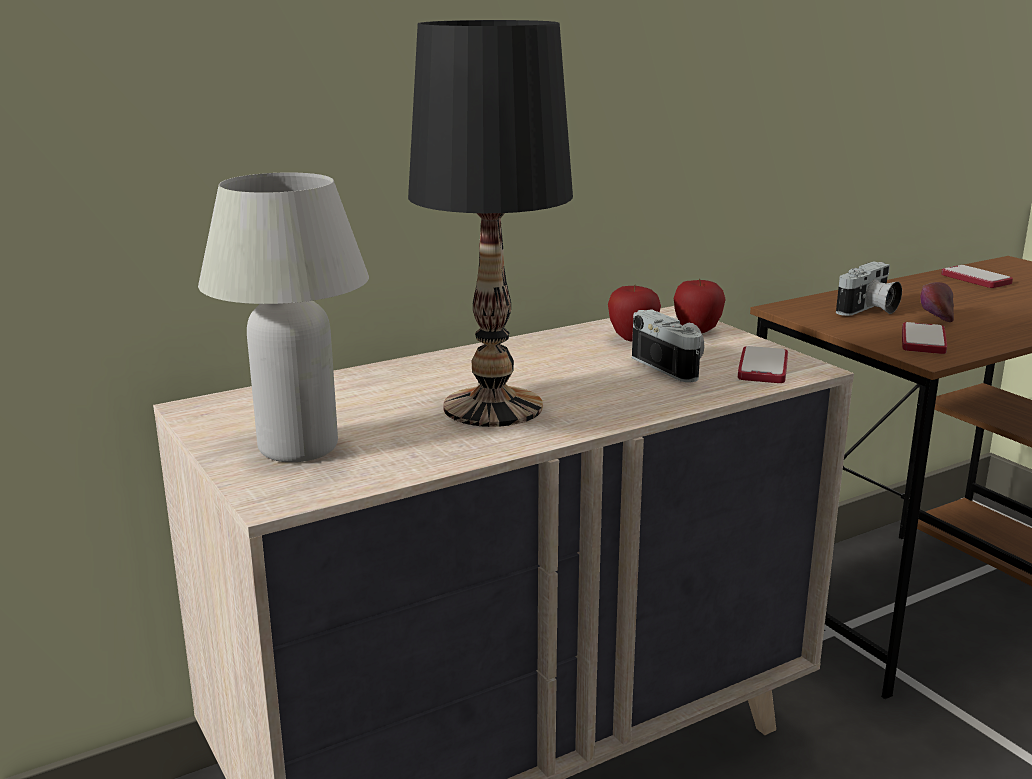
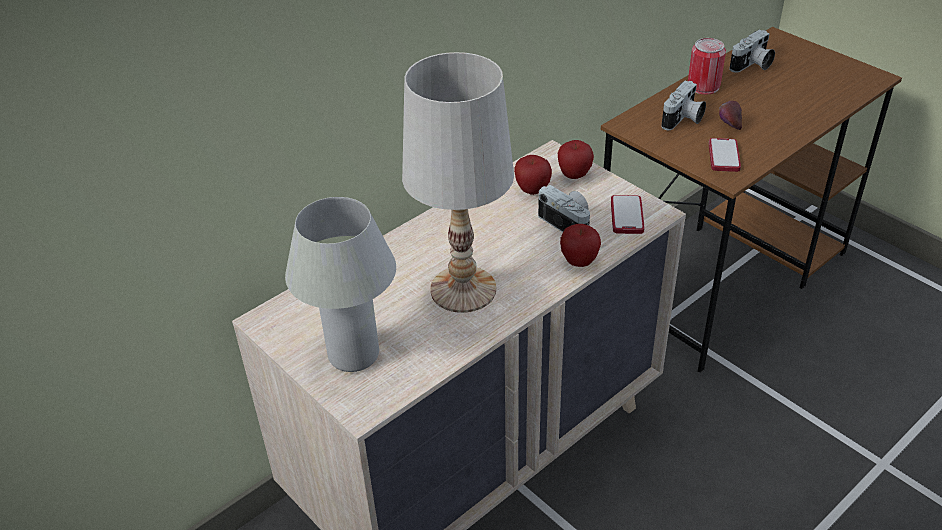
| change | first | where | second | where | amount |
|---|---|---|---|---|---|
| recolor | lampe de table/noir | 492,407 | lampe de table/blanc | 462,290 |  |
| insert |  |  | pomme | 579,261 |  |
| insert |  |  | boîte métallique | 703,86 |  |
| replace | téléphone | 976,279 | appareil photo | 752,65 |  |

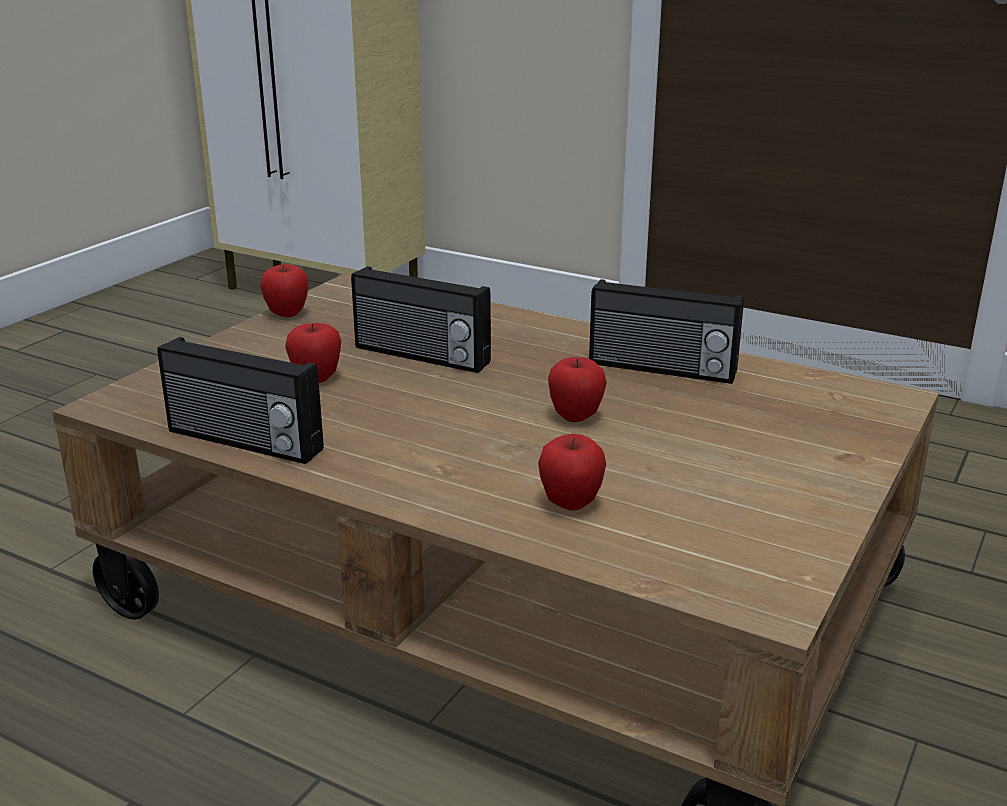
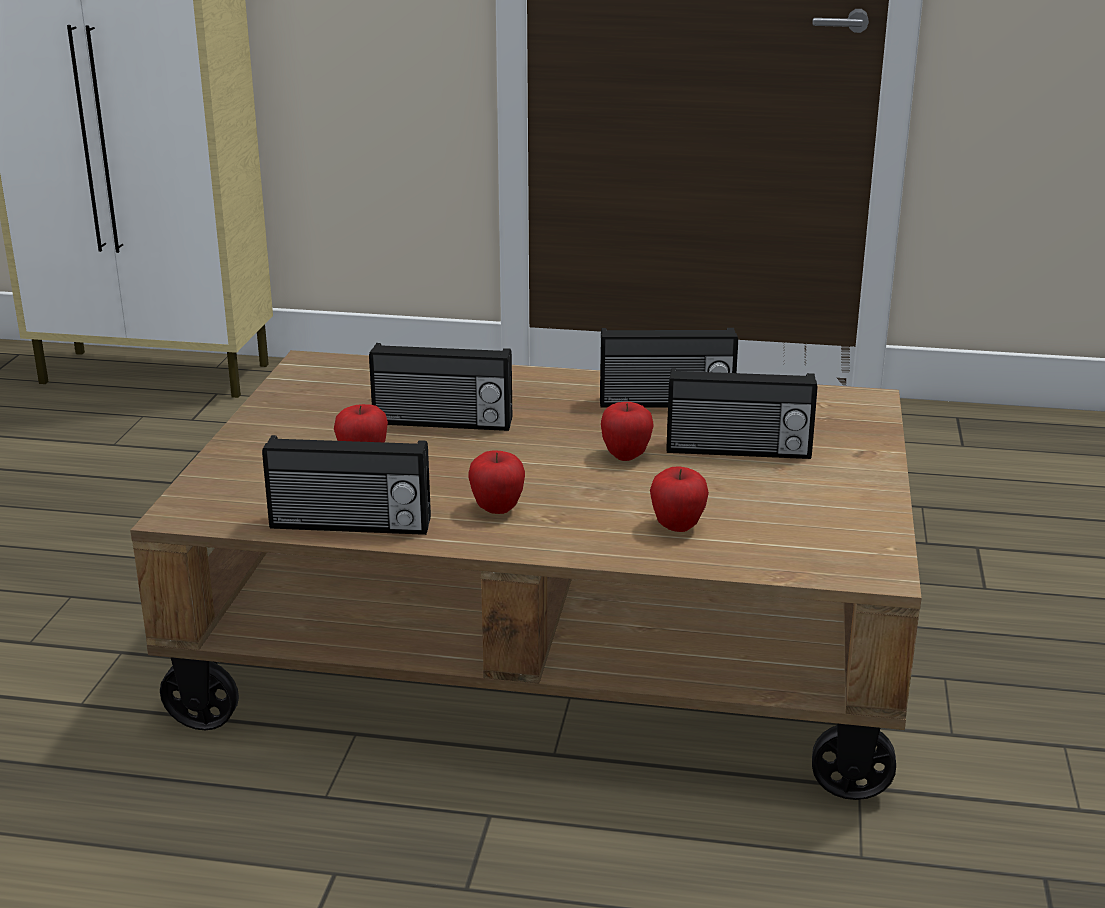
| change | first | where | second | where | amount |
|---|---|---|---|---|---|
| move | pomme | 287,314 |  | 497,509 |  |
| insert |  |  | radio | 738,451 |  |

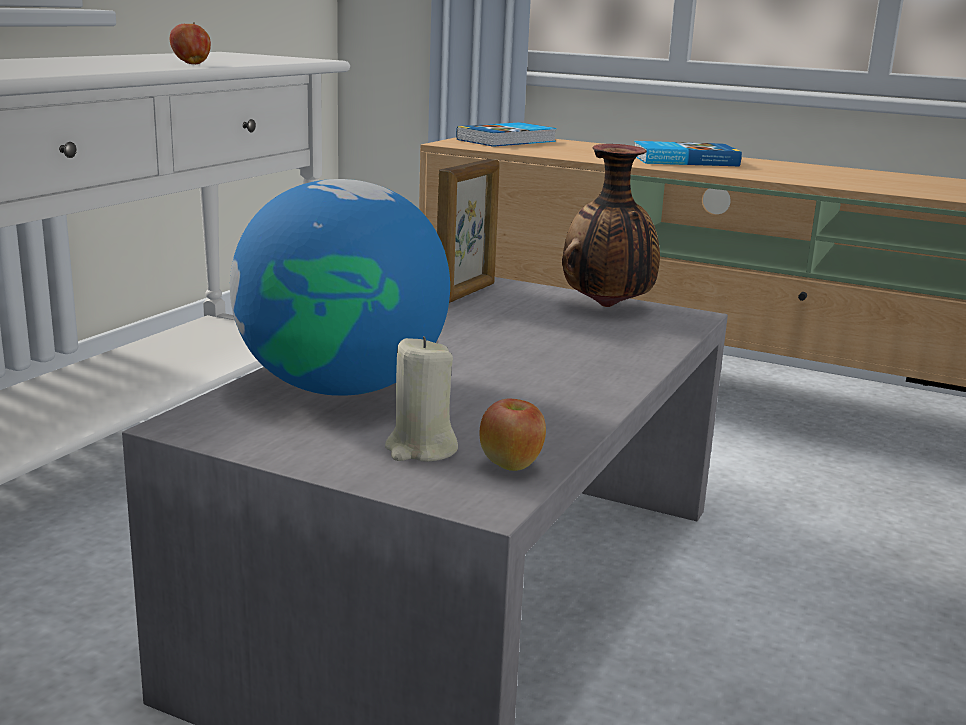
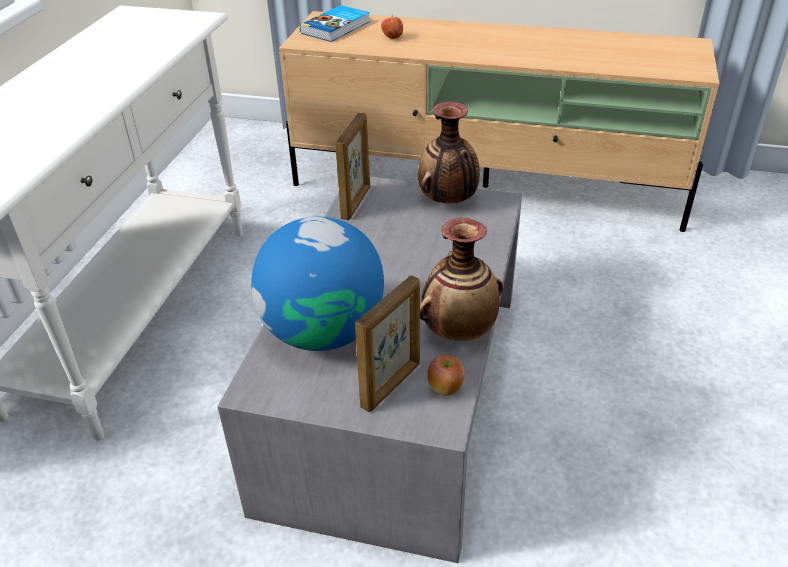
| change | first | where | second | where | amount |
|---|---|---|---|---|---|
| replace | bougie/beige | 420,449 | cadre photo | 392,385 |  |
| move | pomme | 191,64 |  | 392,38 |  |
| insert |  |  | vase | 458,330 |  |
| delete | livre | 684,160 |  |  |  |

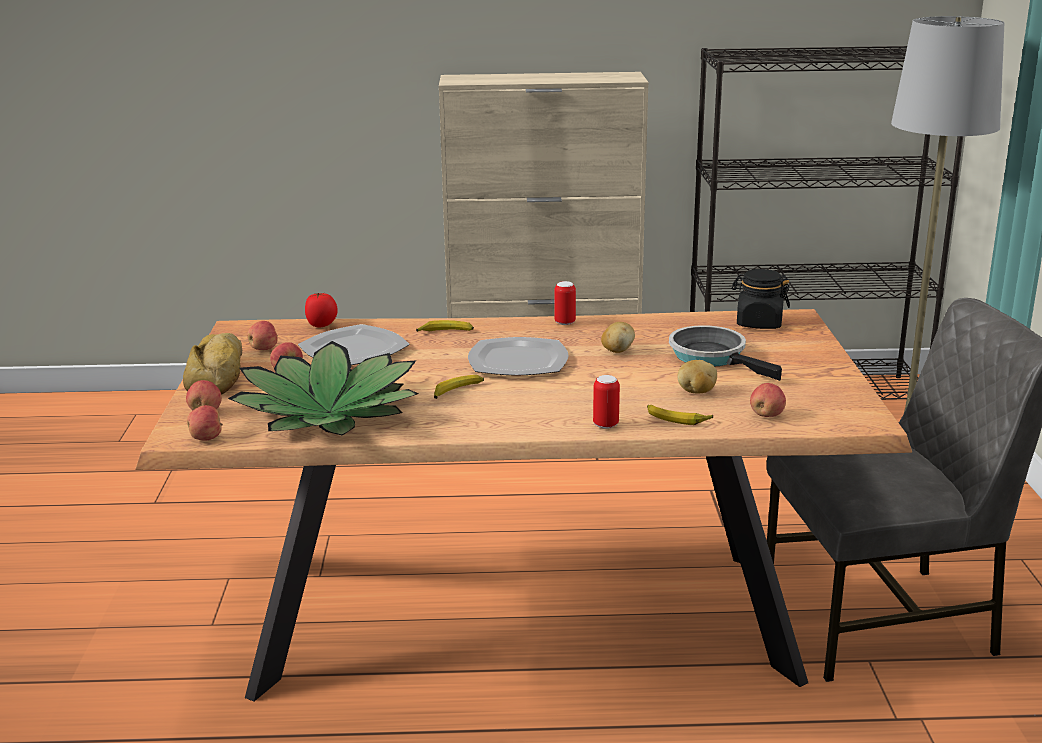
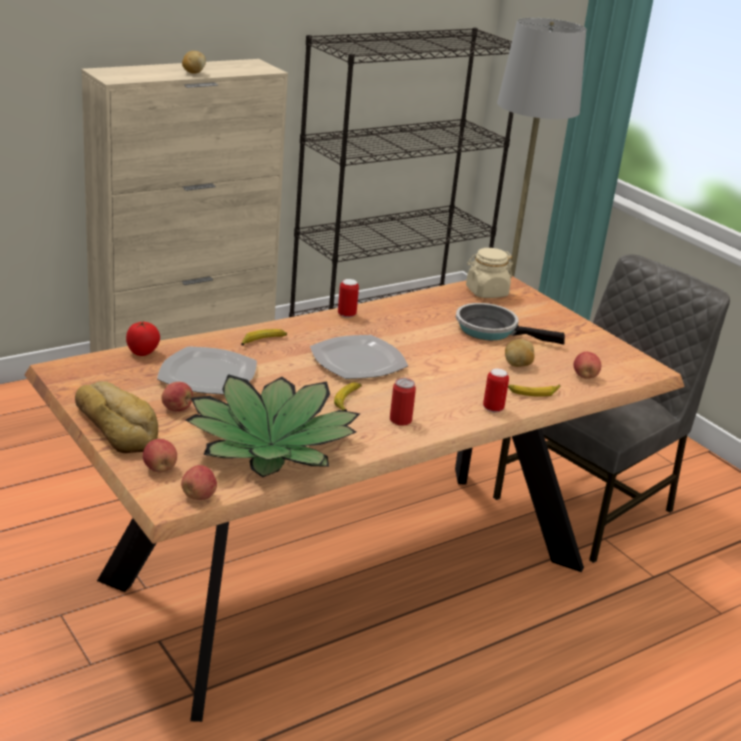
| change | first | where | second | where | amount |
|---|---|---|---|---|---|
| move | pomme de terre | 617,351 |  | 193,73 |  |
| insert |  |  | boîte métallique | 400,420 |  |
| recolor | bocal/noir | 758,323 | bocal/beige | 486,292 |  |
| delete | pomme | 264,349 |  |  |  |

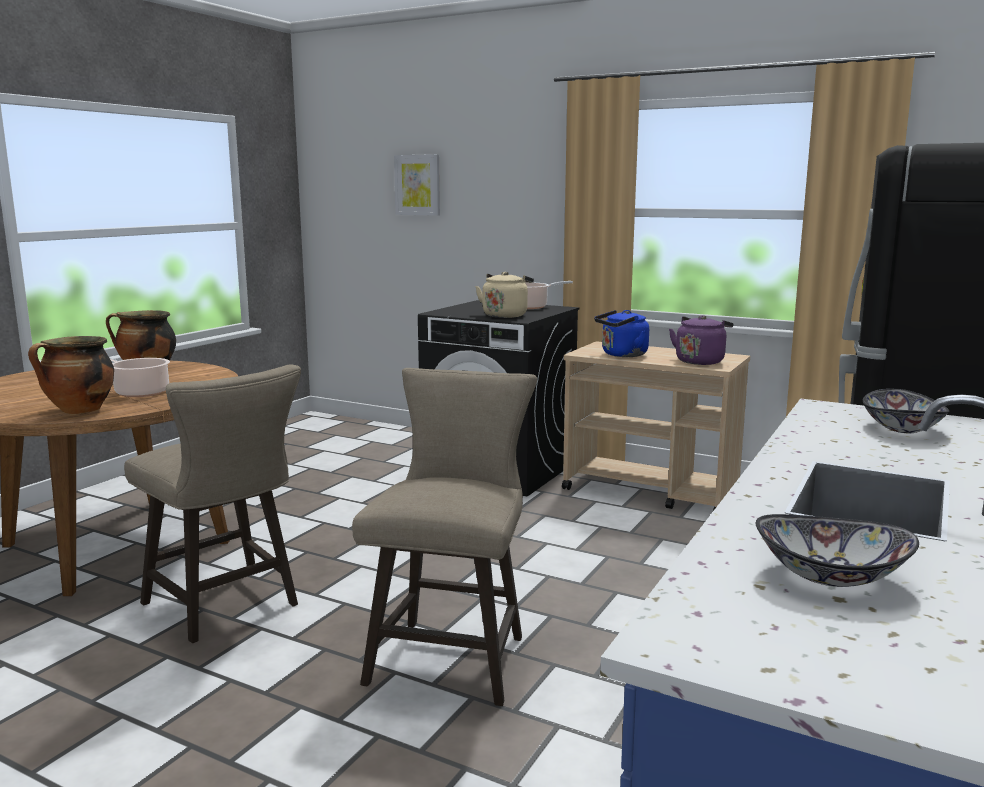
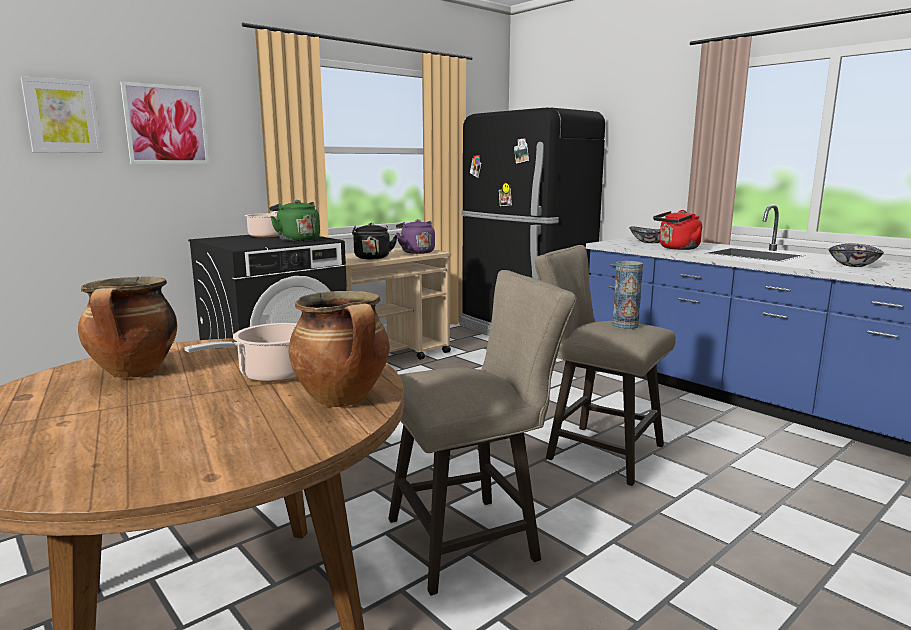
| change | first | where | second | where | amount |
|---|---|---|---|---|---|
| insert |  |  | tableau | 166,125 |  |
| recolor | bouilloire/beige | 505,315 | bouilloire/vert | 297,240 |  |
| recolor | bouilloire/bleu | 622,355 | bouilloire/noir | 372,258 |  |
| insert |  |  | vase | 625,325 |  |
| insert |  |  | bouilloire/rouge | 677,248 |  |

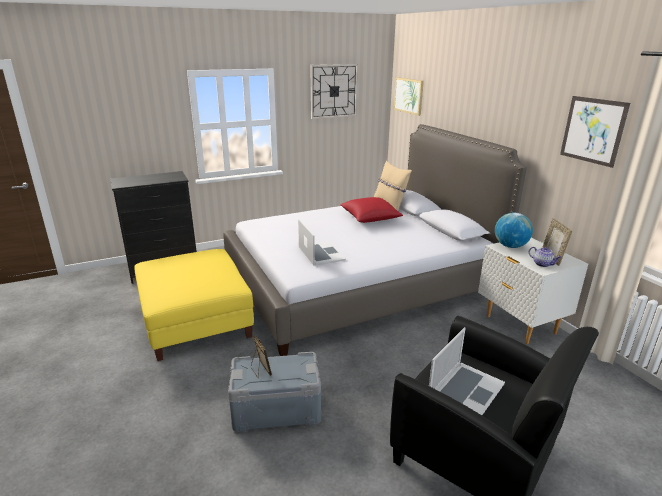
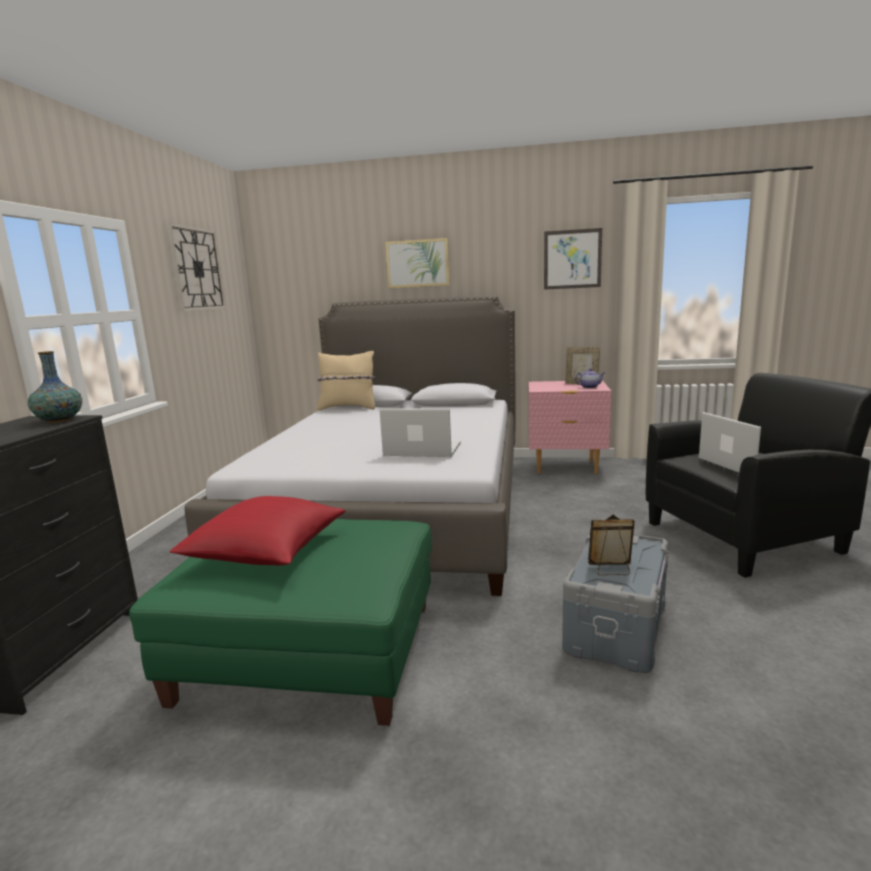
| change | first | where | second | where | amount |
|---|---|---|---|---|---|
| insert |  |  | vase | 59,420 |  |
| recolor | pouf/jaune | 196,321 | pouf/vert | 311,651 |  |
| move | coussin/rouge | 370,218 |  | 266,551 |  |
| move | tableau | 409,95 |  | 417,263 |  |
| recolor | table de chevet/blanc | 519,325 | table de chevet/rose | 566,467 |  |
| delete | globe | 510,246 |  |  |  |

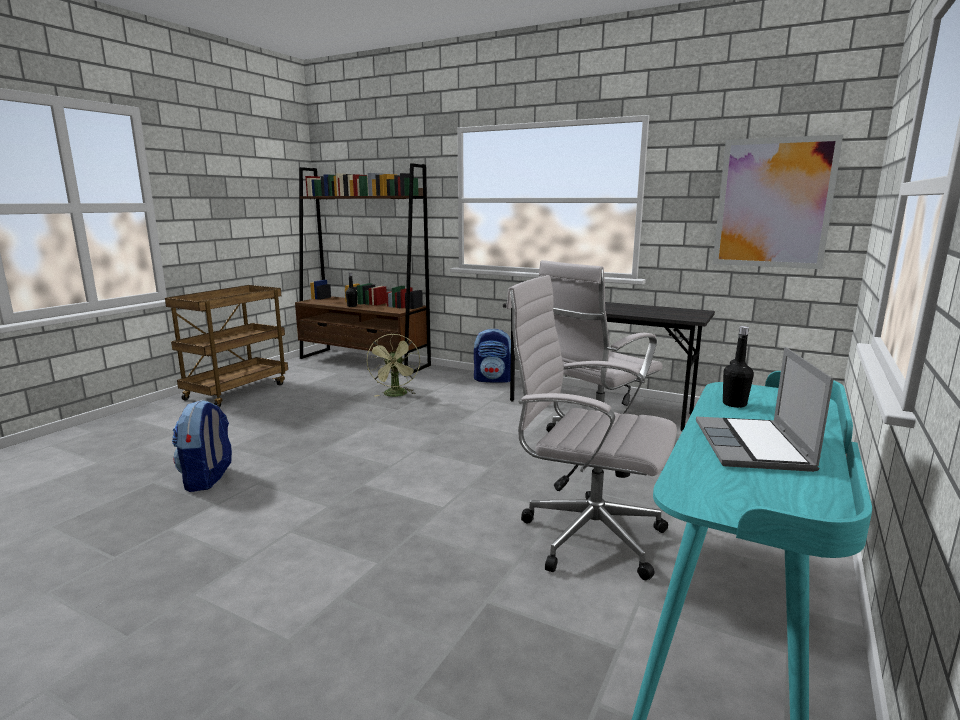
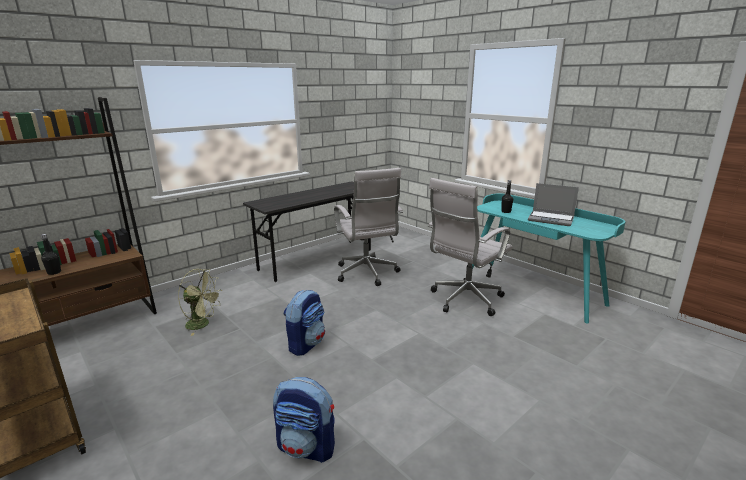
| change | first | where | second | where | amount |
|---|---|---|---|---|---|
| move | sac à dos | 493,380 |  | 306,344 |  |
| delete | tableau | 773,203 |  |  |  |

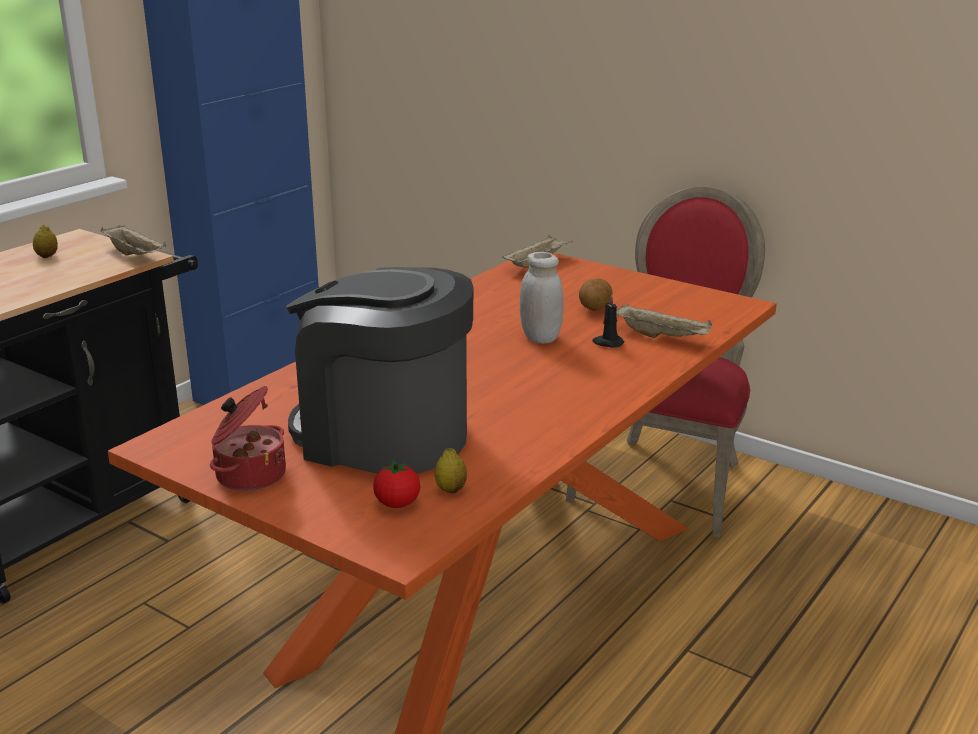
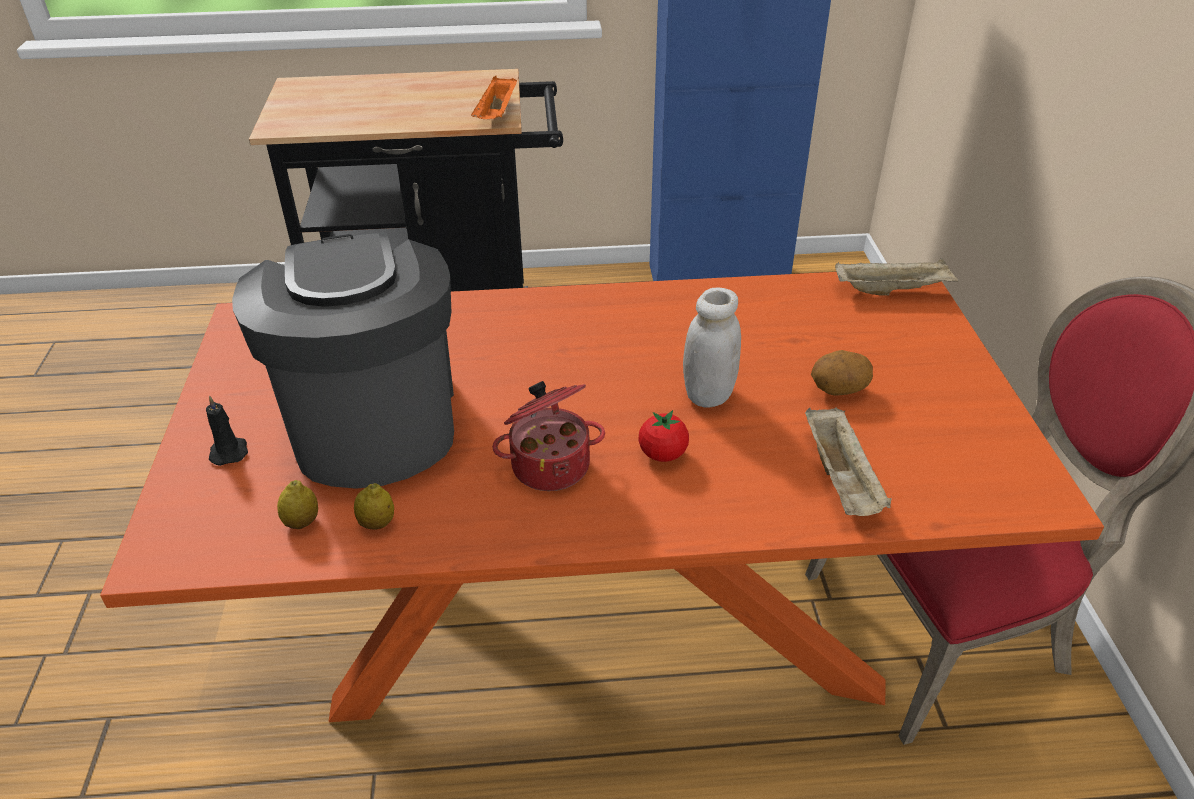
| change | first | where | second | where | amount |
|---|---|---|---|---|---|
| move | bougie/noir | 607,343 |  | 229,451 |  |
| move | citron | 47,256 |  | 377,523 |  |
| recolor | plateau/beige | 135,255 | plateau/orange | 497,115 |  |
| move | marmite | 249,475 |  | 550,464 |  |
| move | tomate | 397,504 |  | 662,454 |  |

